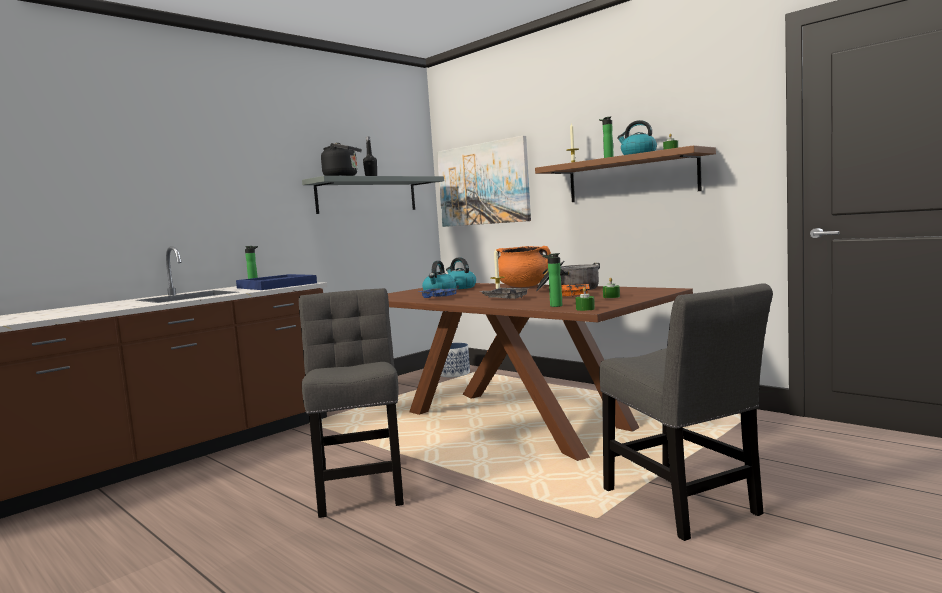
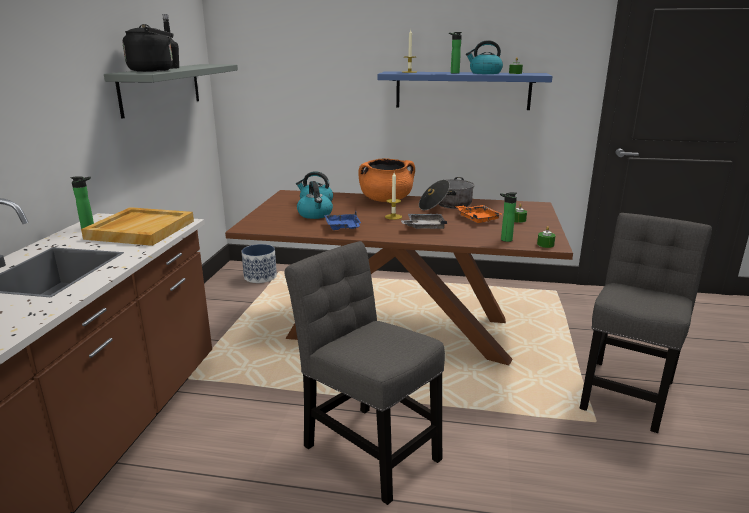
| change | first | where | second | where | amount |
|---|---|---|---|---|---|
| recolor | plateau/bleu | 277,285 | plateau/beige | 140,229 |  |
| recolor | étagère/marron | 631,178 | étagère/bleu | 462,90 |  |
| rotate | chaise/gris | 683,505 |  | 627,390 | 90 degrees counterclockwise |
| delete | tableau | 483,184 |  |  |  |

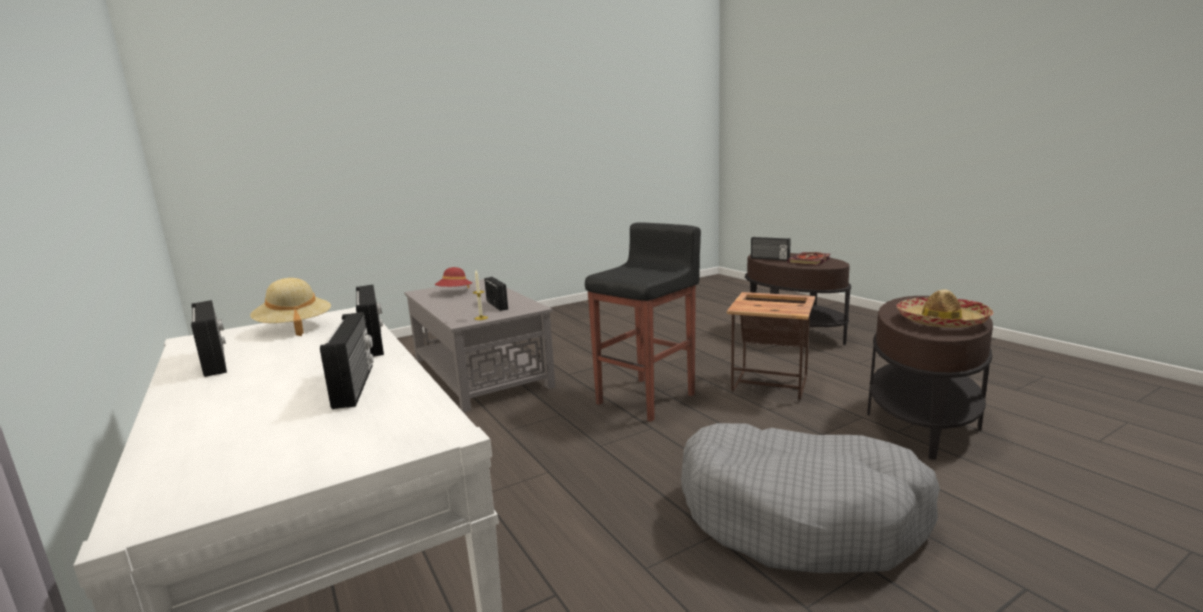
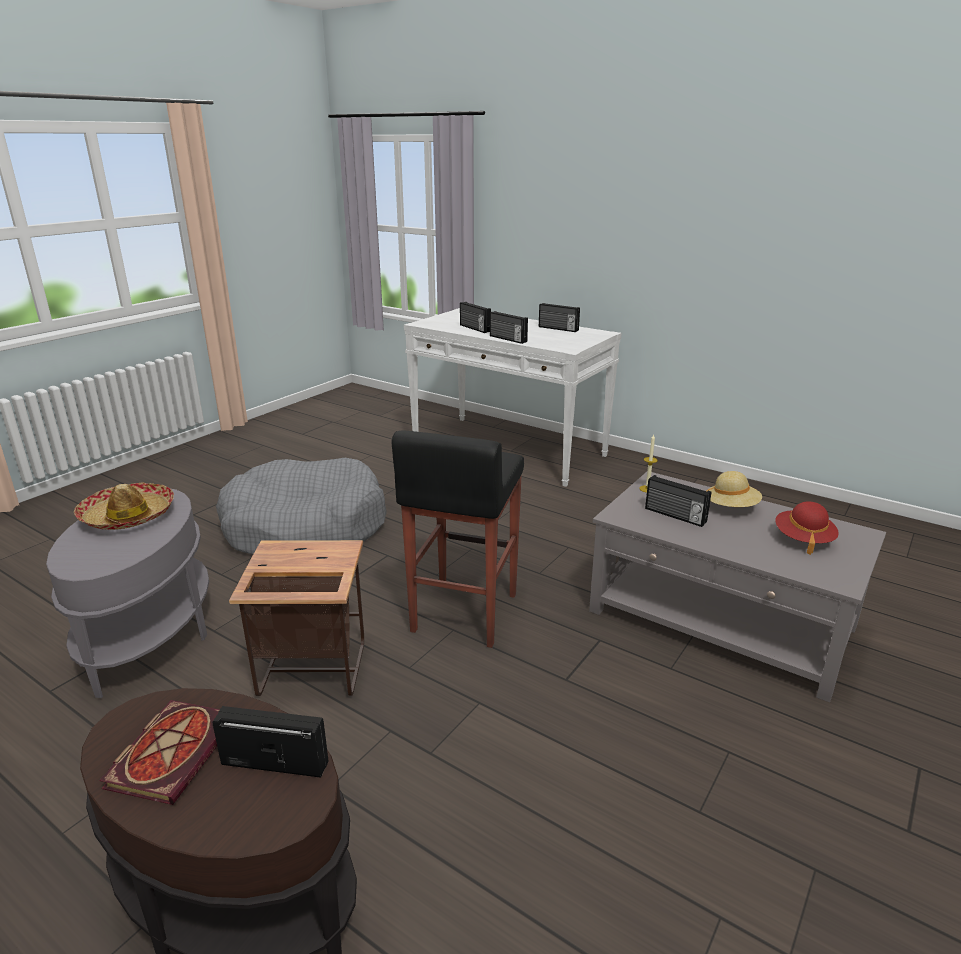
| change | first | where | second | where | amount |
|---|---|---|---|---|---|
| recolor | table d'appoint/marron | 922,421 | table d'appoint/gris | 149,636 |  |
| move | chapeau/beige | 294,327 |  | 731,507 |  |

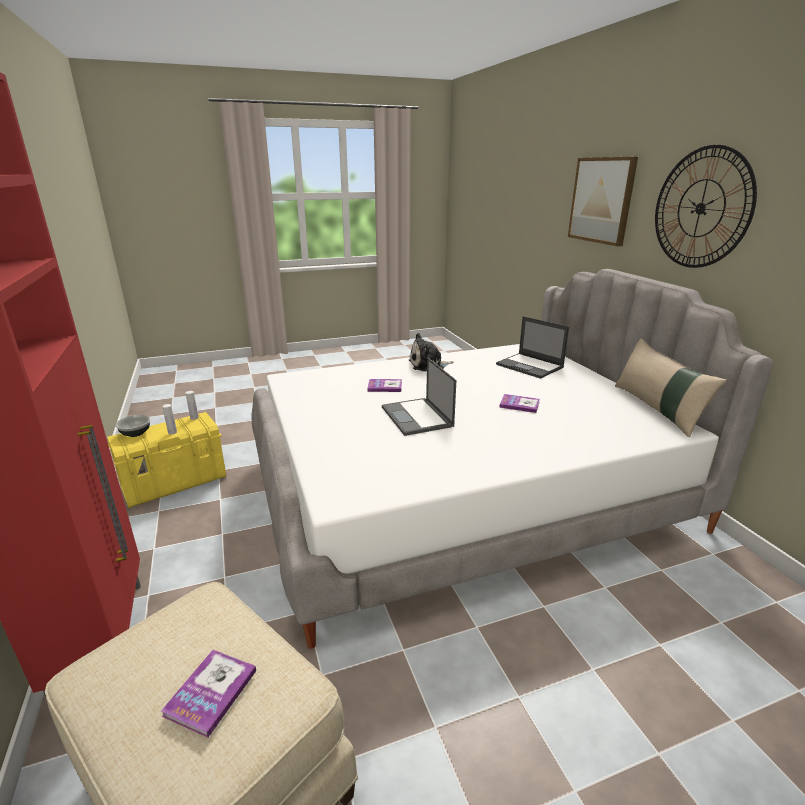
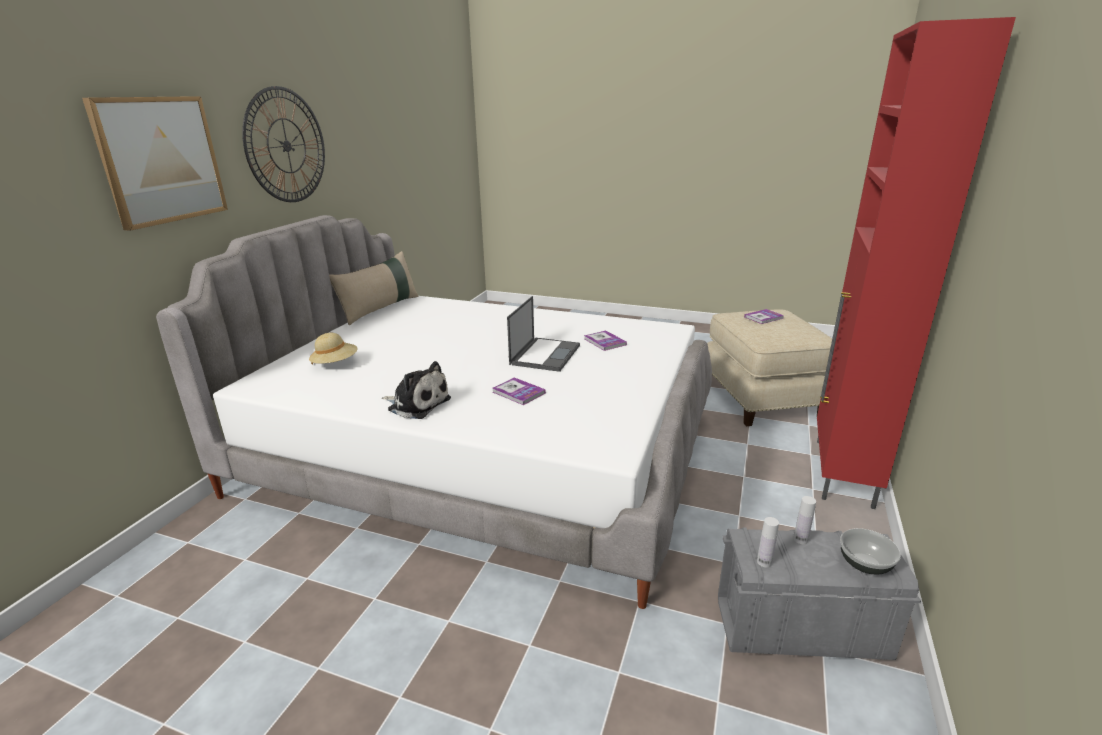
| change | first | where | second | where | amount |
|---|---|---|---|---|---|
| replace | ordinateur portable | 530,366 | chapeau/beige | 335,364 |  |
| move | livre | 519,404 |  | 604,342 |  |
| recolor | boîte de rangement/jaune | 175,483 | boîte de rangement/gris | 799,629 |  |

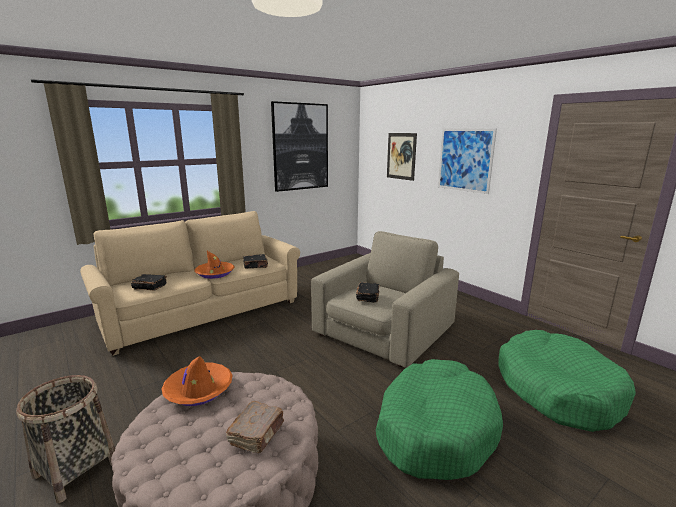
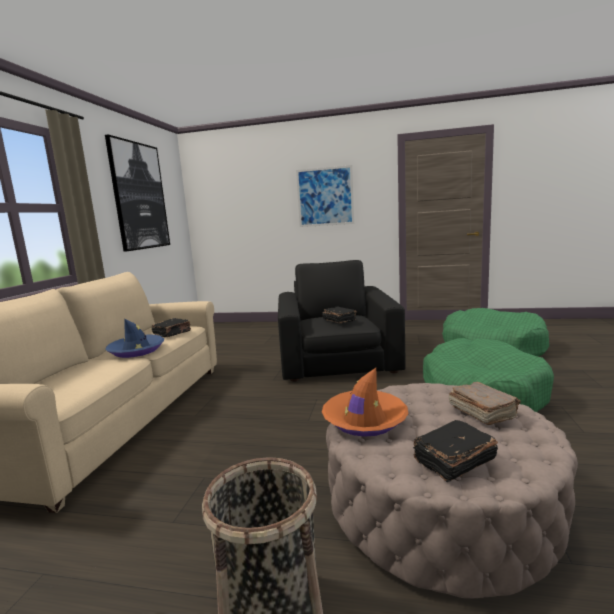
| change | first | where | second | where | amount |
|---|---|---|---|---|---|
| recolor | chapeau/orange | 215,273 | chapeau/bleu | 136,351 |  |
| recolor | fauteuil/beige | 384,331 | fauteuil/noir | 337,359 |  |
| move | livre/noir | 149,287 |  | 453,461 |  |
| delete | tableau | 401,156 |  |  |  |

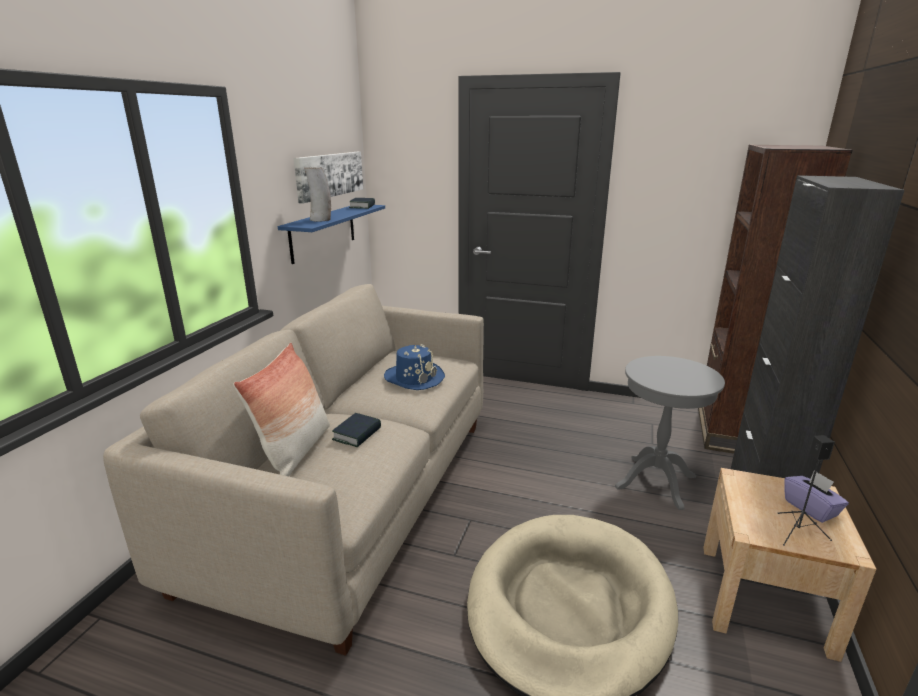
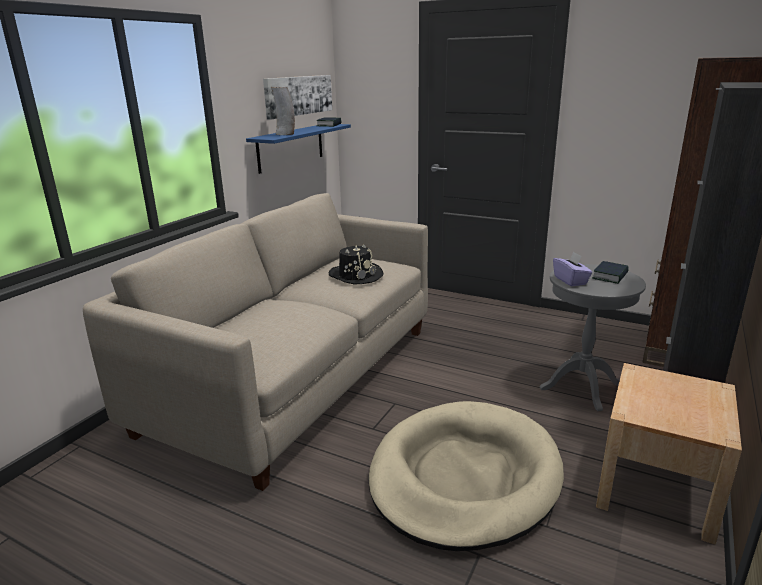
| change | first | where | second | where | amount |
|---|---|---|---|---|---|
| recolor | chapeau/bleu | 414,378 | chapeau/noir | 355,275 |  |
| move | boîte à mouchoirs/violet | 810,508 |  | 570,280 |  |
| move | livre | 357,434 |  | 610,276 |  |
| delete | coussin | 295,451 |  |  |  |
| delete | enceinte/noir | 798,532 |  |  |  |

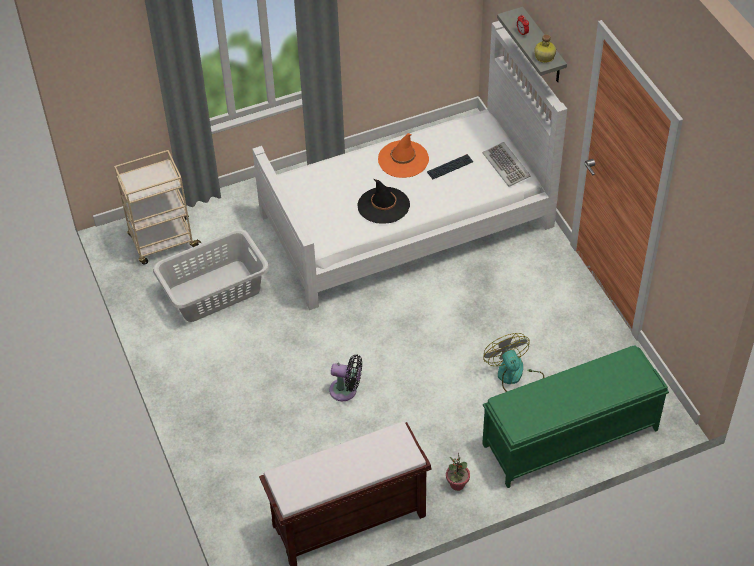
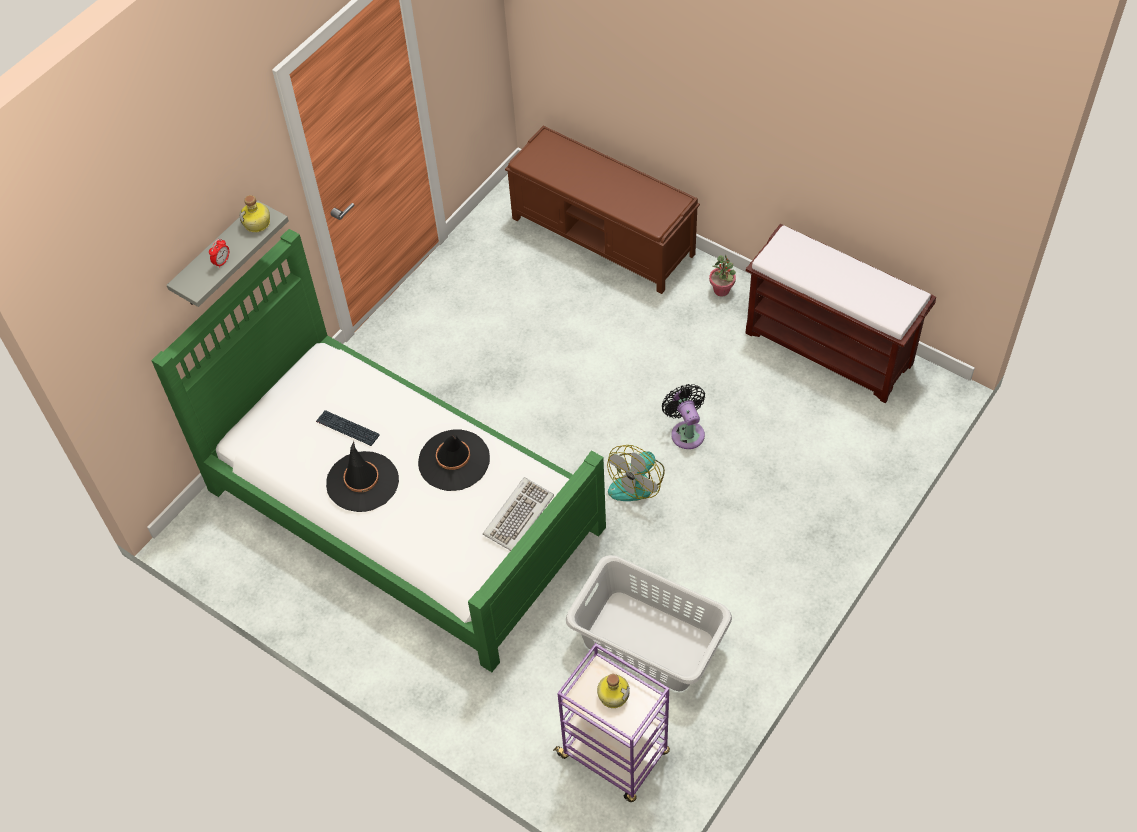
| change | first | where | second | where | amount |
|---|---|---|---|---|---|
| recolor | lit/blanc | 407,220 | lit/vert | 403,508 |  |
| recolor | chapeau/orange | 403,159 | chapeau/noir | 362,482 |  |
| move | clavier | 506,166 |  | 518,515 |  |
| recolor | banc/vert | 569,437 | banc/marron | 604,237 |  |
| recolor | chariot/beige | 162,242 | chariot/violet | 614,755 |  |
| insert |  |  | bouteille | 613,694 |  |
| move | ventilateur | 514,377 |  | 637,481 |  |

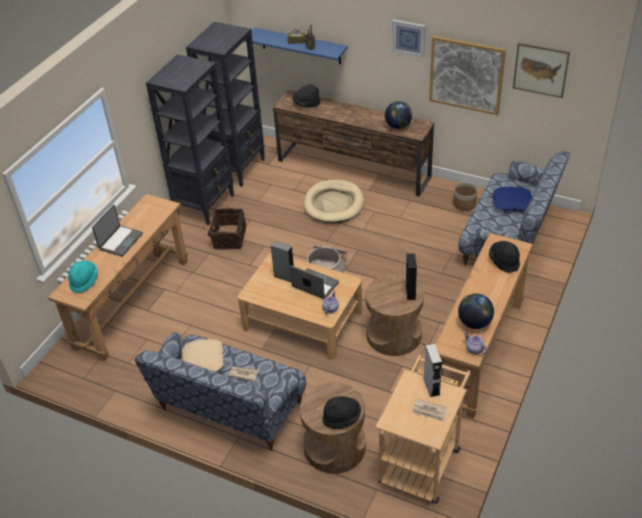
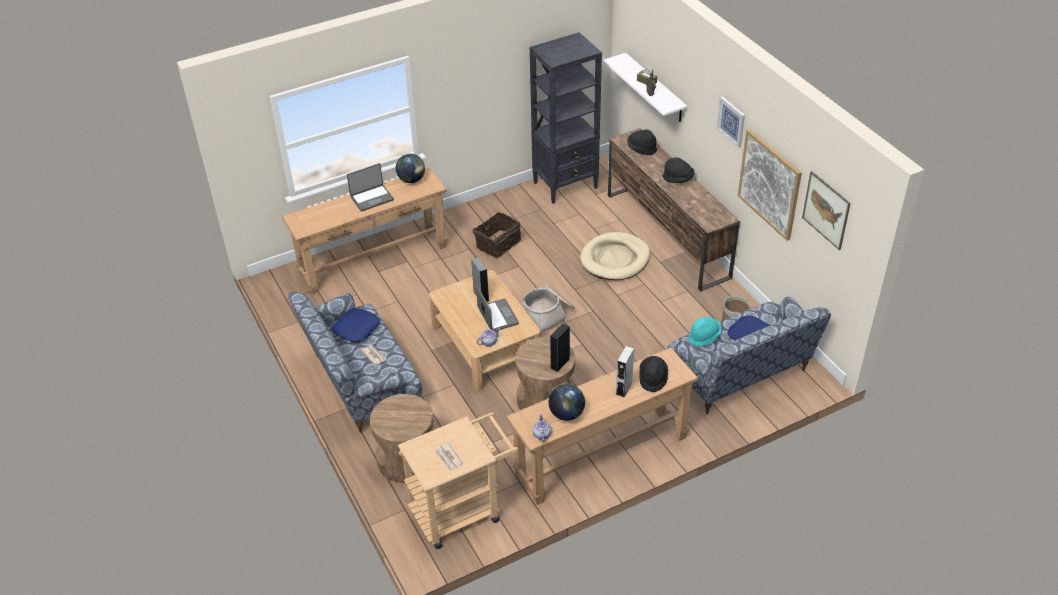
| change | first | where | second | where | amount |
|---|---|---|---|---|---|
| recolor | coussin/beige | 203,360 | coussin/bleu | 356,329 |  |
| move | globe | 398,126 |  | 411,180 |  |
| recolor | étagère/bleu | 300,46 | étagère/blanc | 655,88 |  |
| move | enceinte/gris | 431,386 |  | 624,388 |  |
| move | chapeau/noir | 342,418 |  | 678,179 |  |
| move | chapeau/turquoise | 84,281 |  | 704,337 |  |
| delete | bibliothèque/noir | 205,205 |  |  |  |

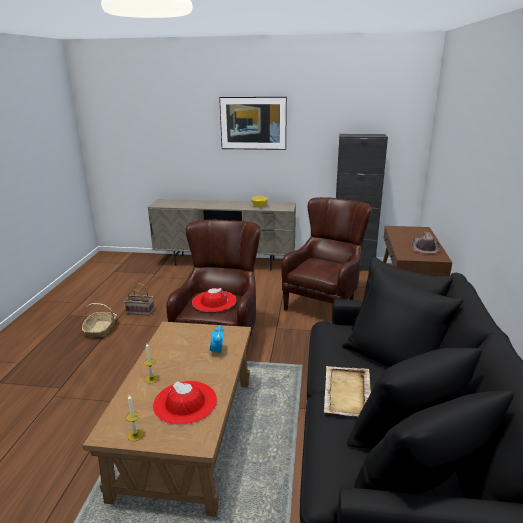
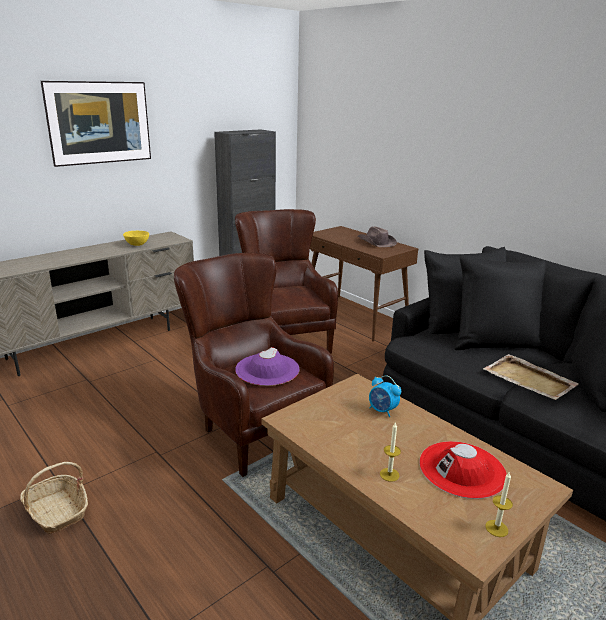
| change | first | where | second | where | amount |
|---|---|---|---|---|---|
| recolor | chapeau/rouge | 214,301 | chapeau/violet | 267,369 |  |
| delete | panier | 141,311 |  |  |  |

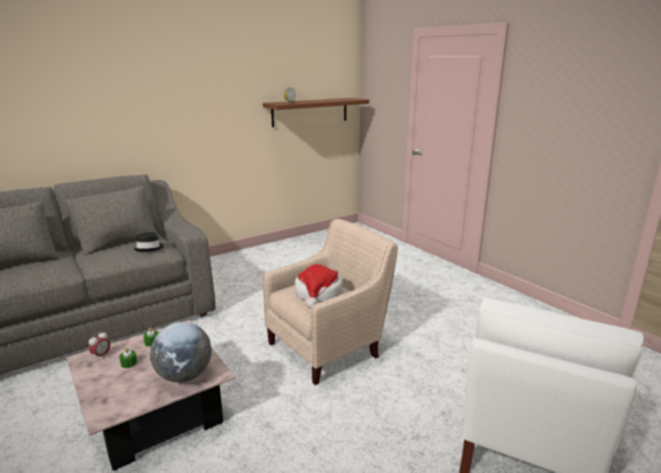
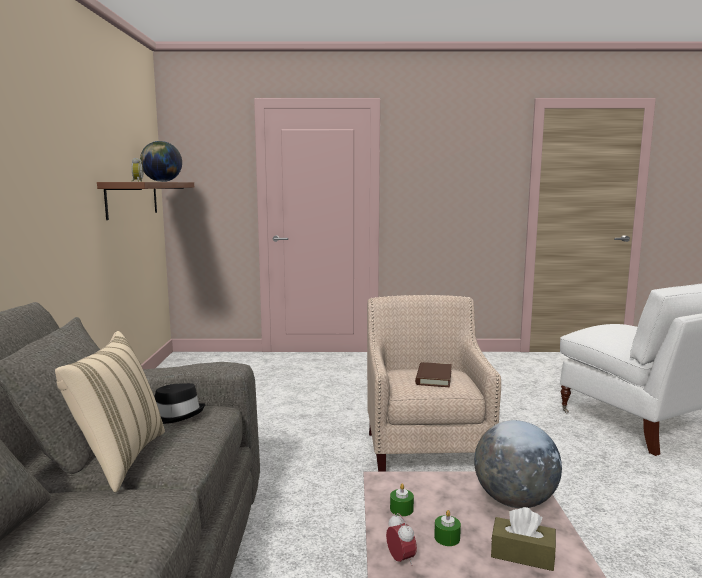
| change | first | where | second | where | amount |
|---|---|---|---|---|---|
| insert |  |  | coussin/beige | 119,459 |  |
| insert |  |  | globe | 162,181 |  |
| replace | chapeau | 318,294 | livre/marron | 433,377 |  |
| insert |  |  | boîte à mouchoirs/marron | 522,554 |  |

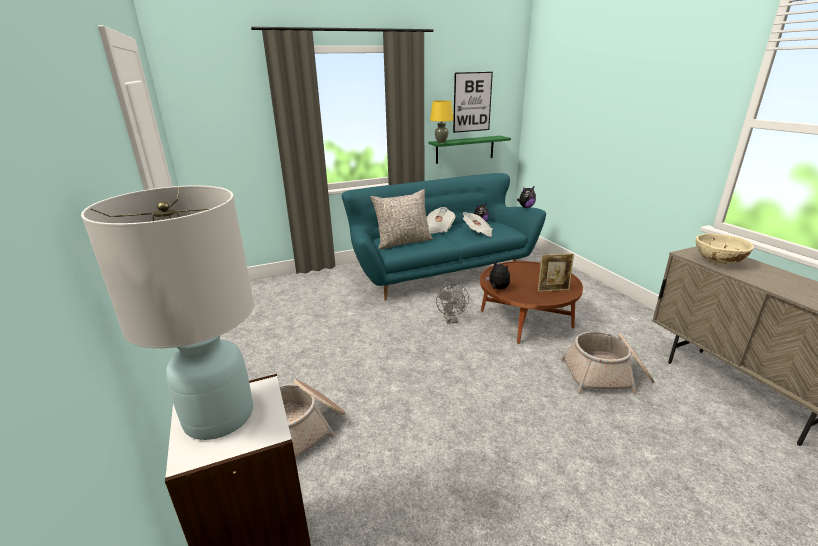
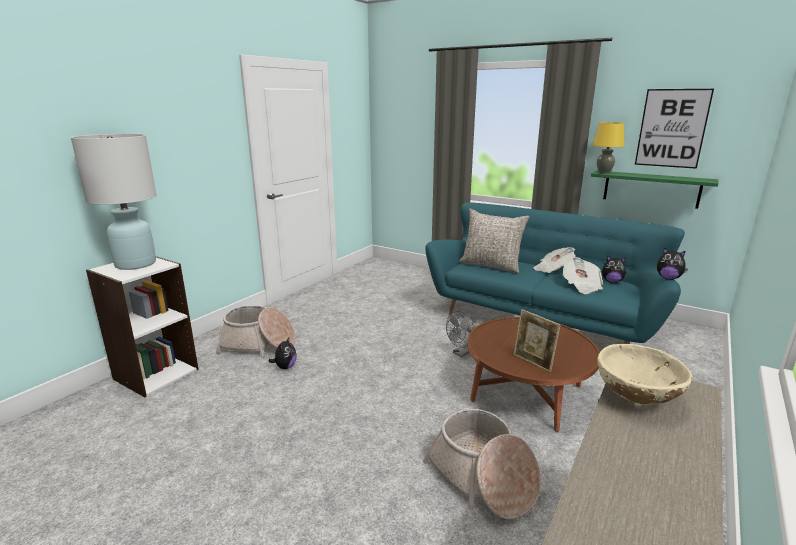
| change | first | where | second | where | amount |
|---|---|---|---|---|---|
| move | peluche | 497,288 |  | 285,367 |  |

